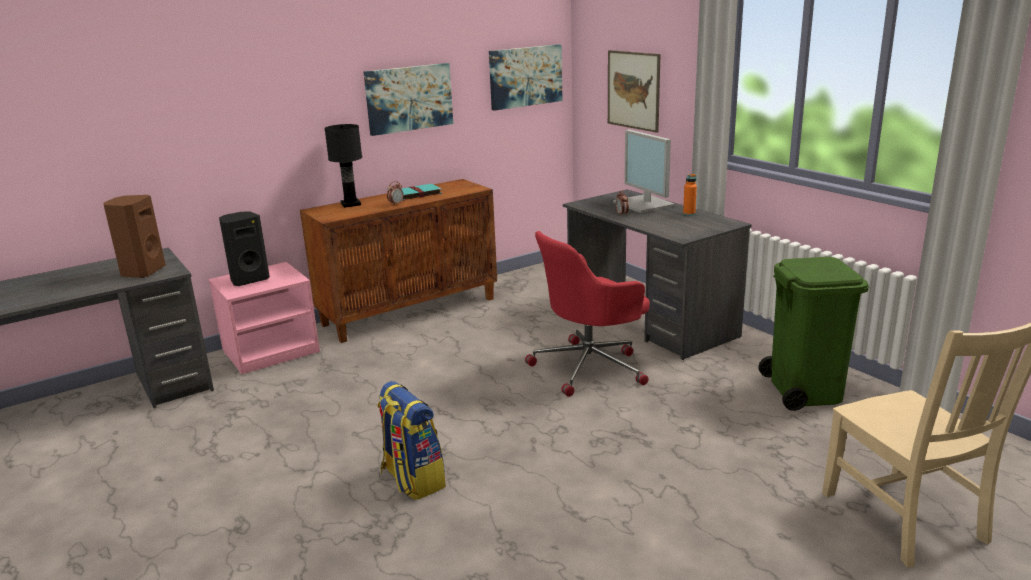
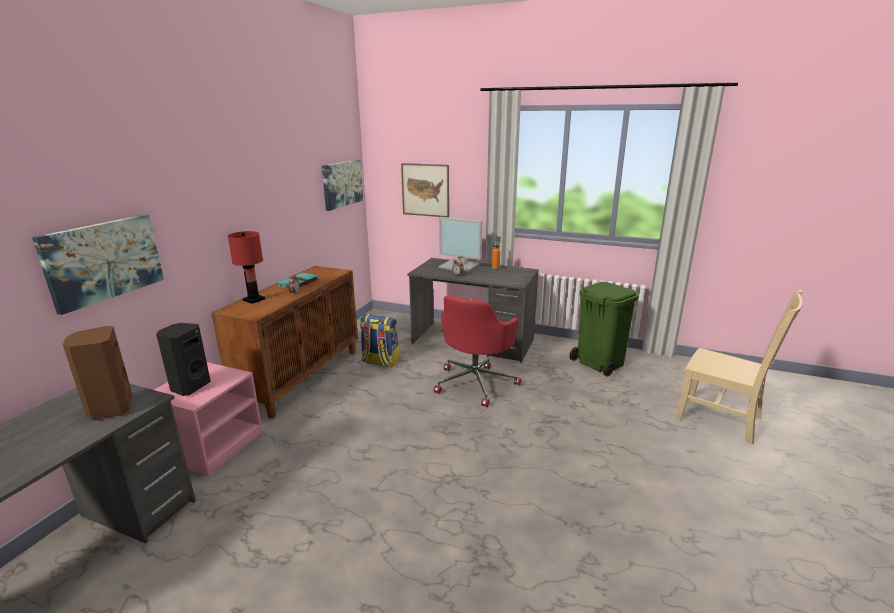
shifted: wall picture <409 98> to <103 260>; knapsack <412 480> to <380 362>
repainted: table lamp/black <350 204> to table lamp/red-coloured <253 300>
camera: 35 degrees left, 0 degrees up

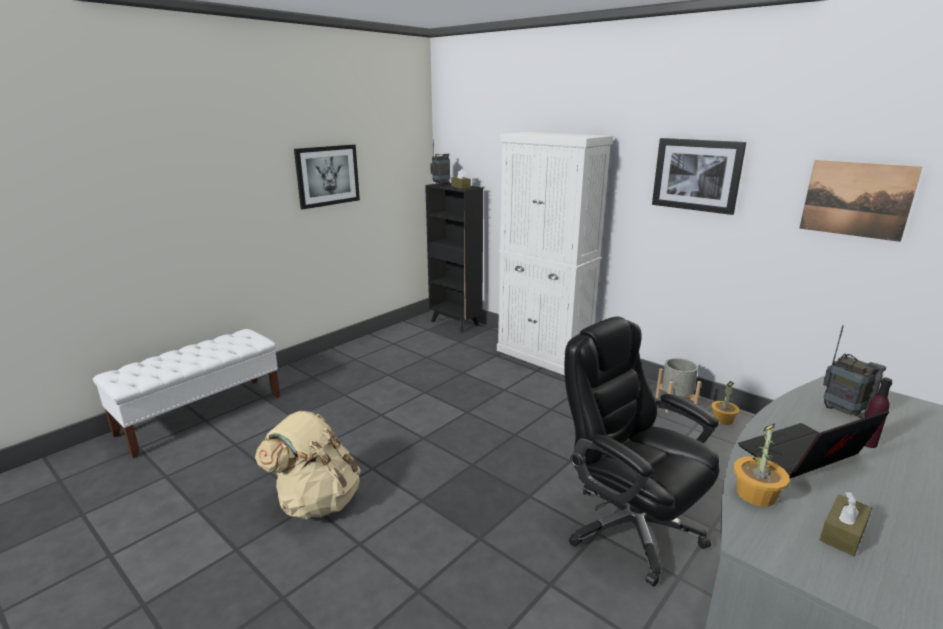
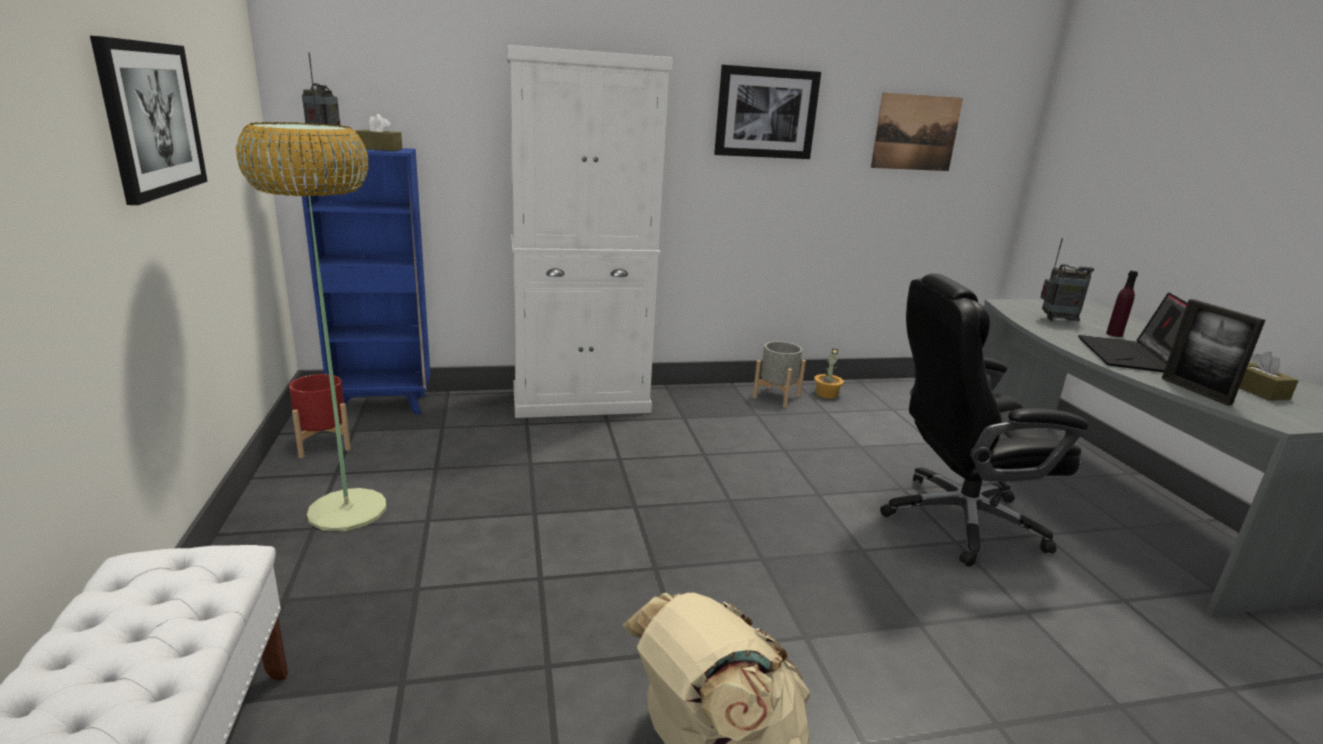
new: standing lamp <347 510>; planter/red-coloured <323 444>
swapped: plant in a pot <756 494> to standing frame <1195 391>
repainted: bookshelf/black <455 323> to bookshelf/bluish <383 406>
camera: 55 degrees left, 0 degrees up

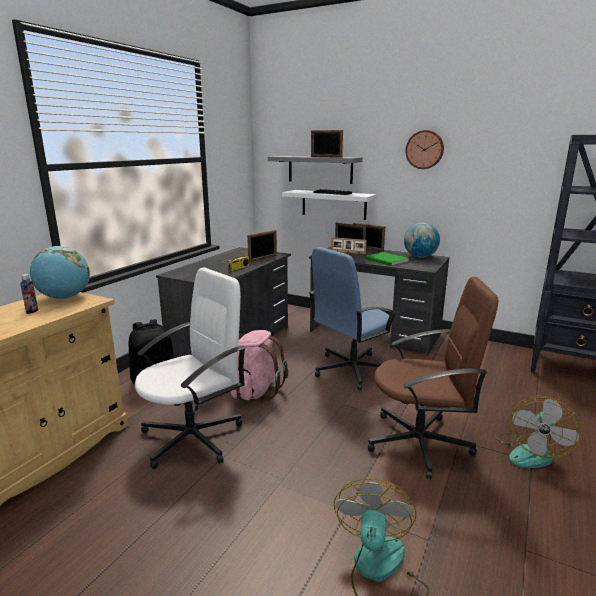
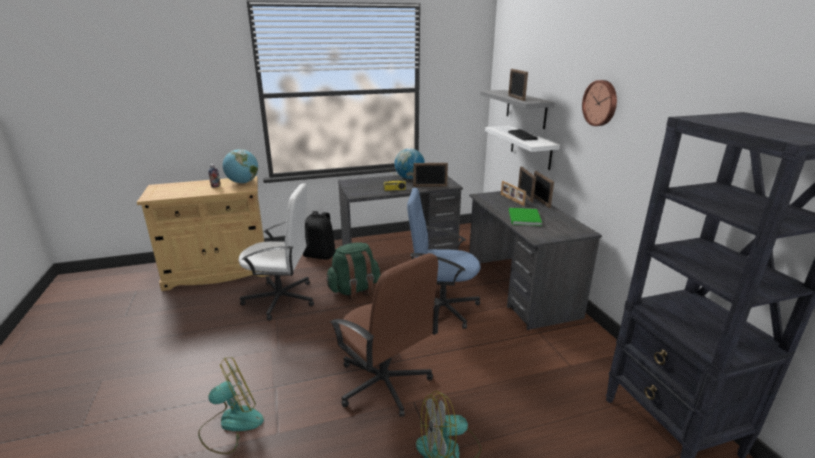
shifted: globe <420 257> to <409 178>
repainted: knapsack/pinkish <255 391> to knapsack/greenish <354 290>
camera: 45 degrees right, 5 degrees up

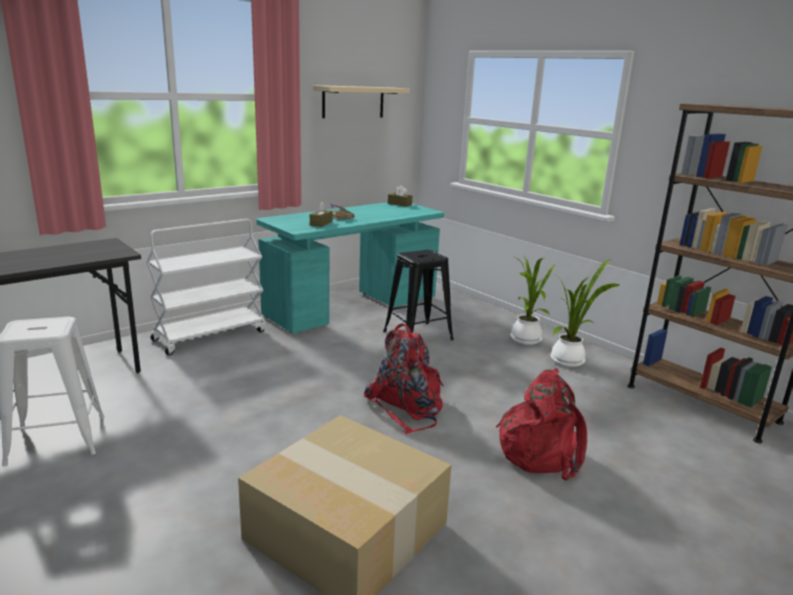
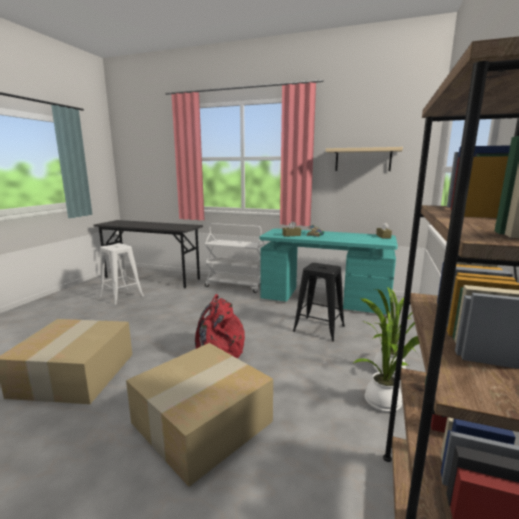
swapped: knapsack/red-coloured <541 451> to packing box <201 424>
camera: 60 degrees right, 5 degrees down

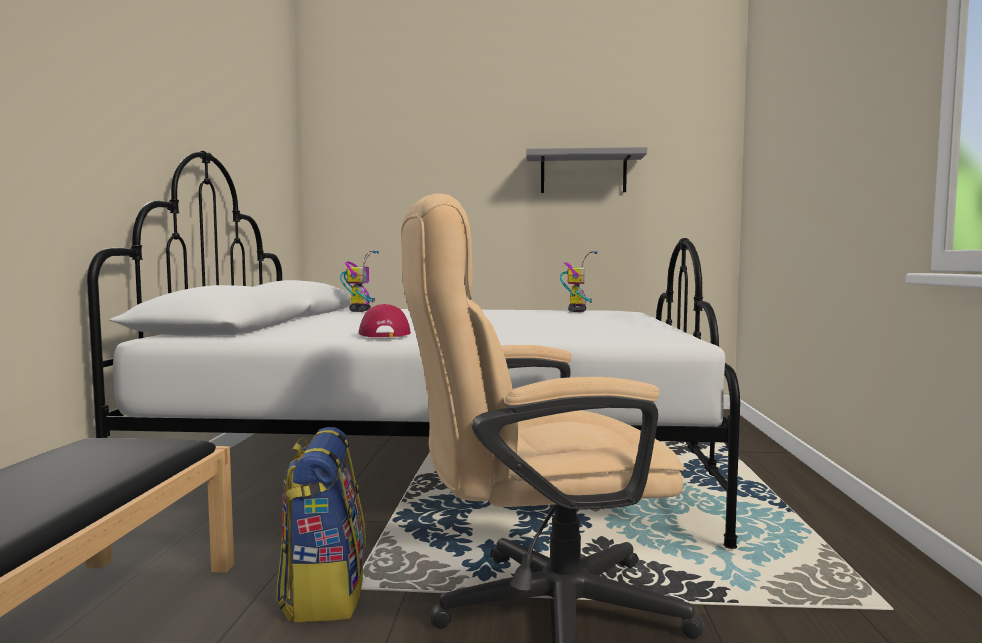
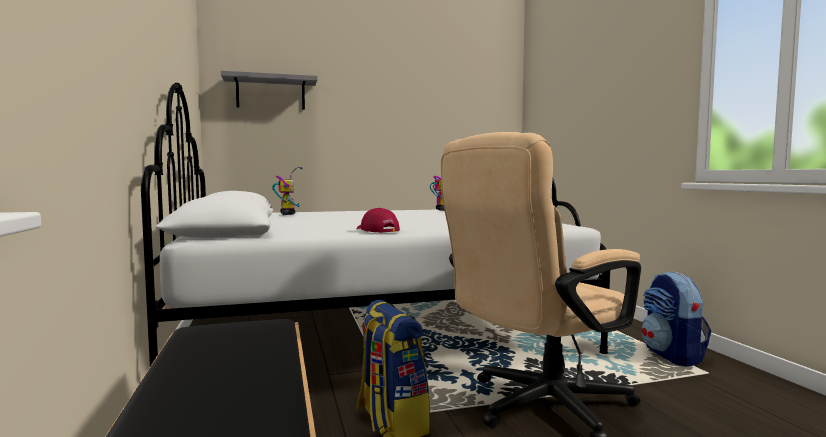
new: knapsack <672 356>
shifted: shelf/gray <583 173> to <270 93>
camera: 20 degrees left, 0 degrees up

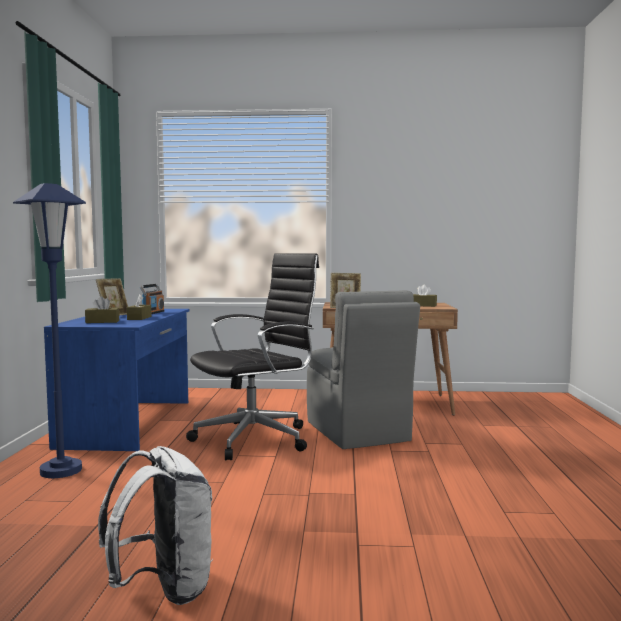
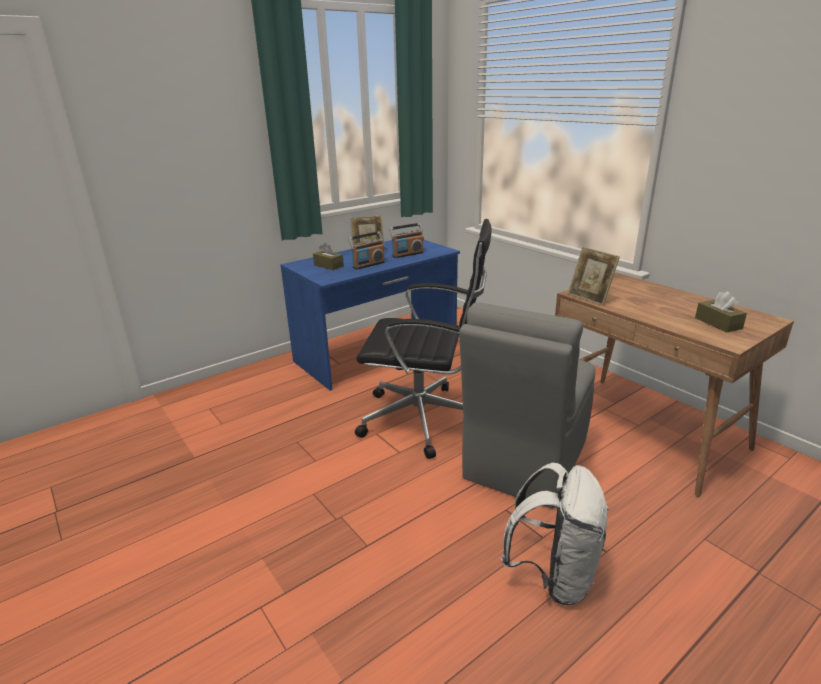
gone: standing lamp/bluish <61 470>
shifted: knapsack/white-coloured <163 589> to <553 575>
swapped: tissue holder/brown-coloured <139 318> to radio <368 265>
camera: 50 degrees right, 20 degrees up

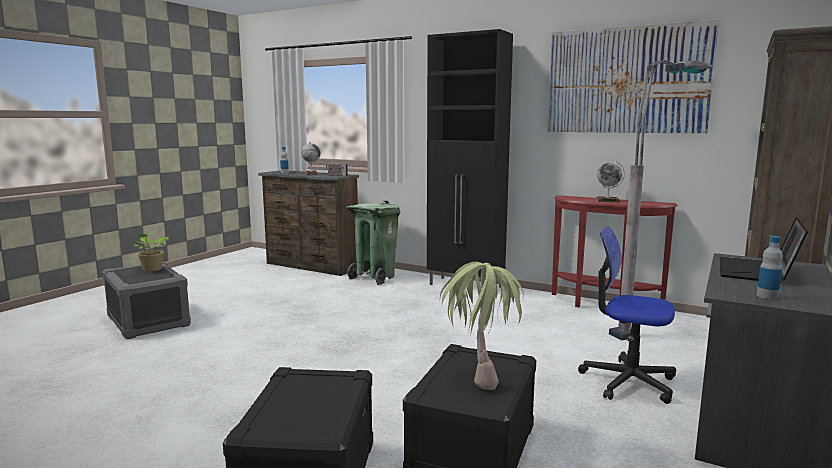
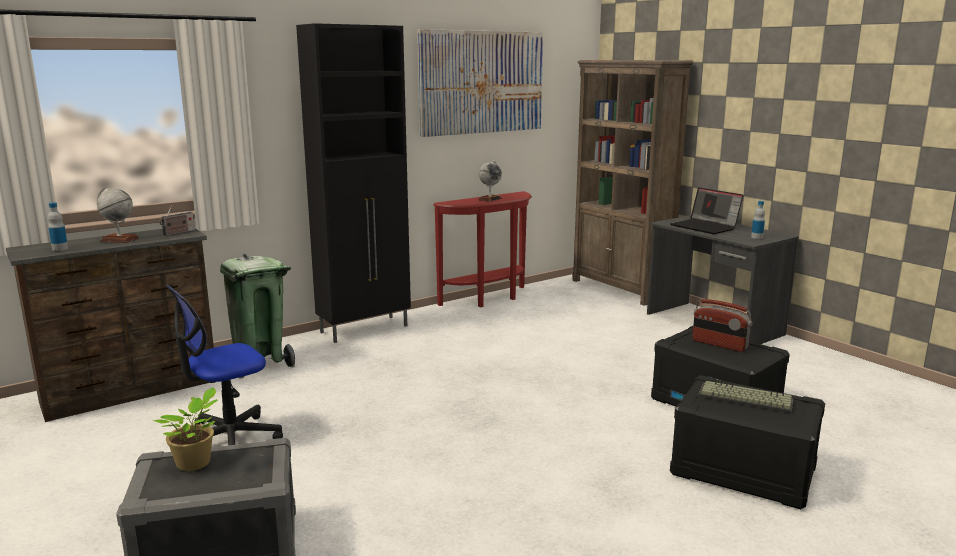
gone: standing lamp/gray <653 329>
new: computer keyboard <744 399>
shifted: computer chair <628 381> to <229 439>
swapped: plant in a pot <481 375> to radio <719 344>
camera: 65 degrees left, 5 degrees up

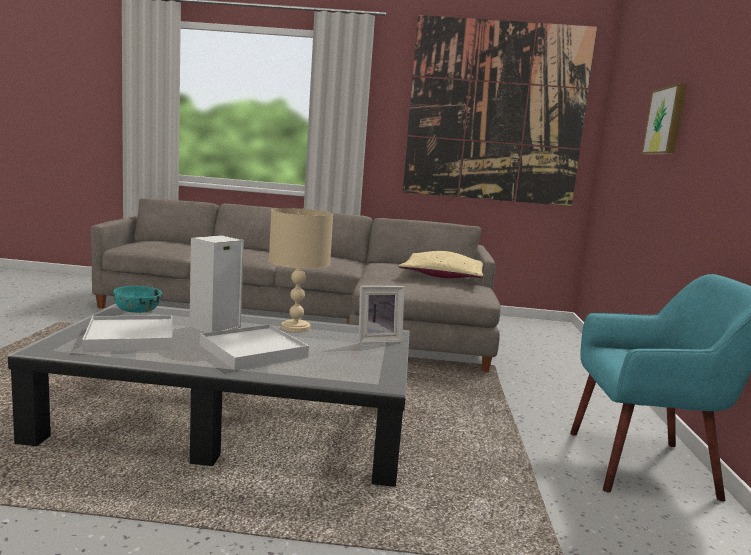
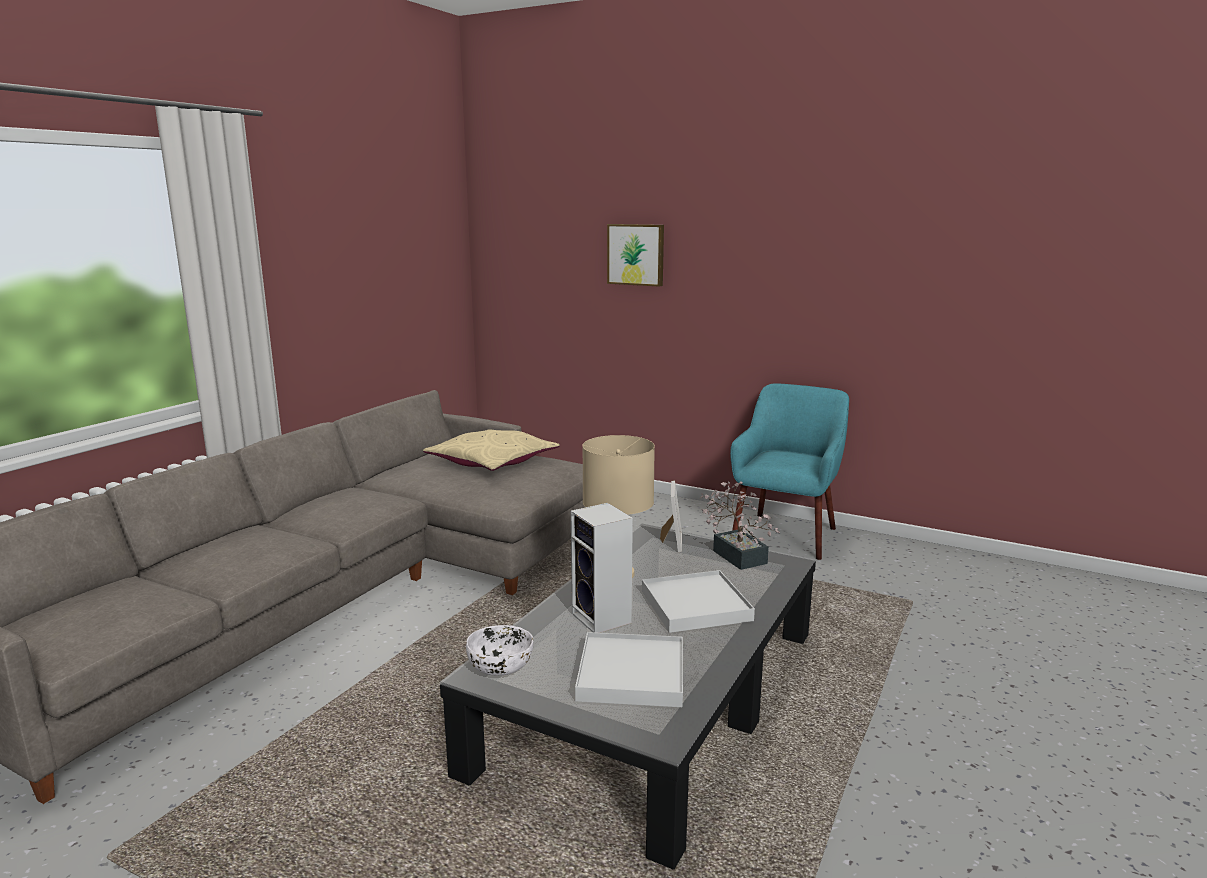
gone: wall picture <496 112>
new: plant in a pot <736 554>
repainted: deep dish/turquoise <138 310> to deep dish/white-coloured <501 666>
camera: 65 degrees left, 5 degrees up

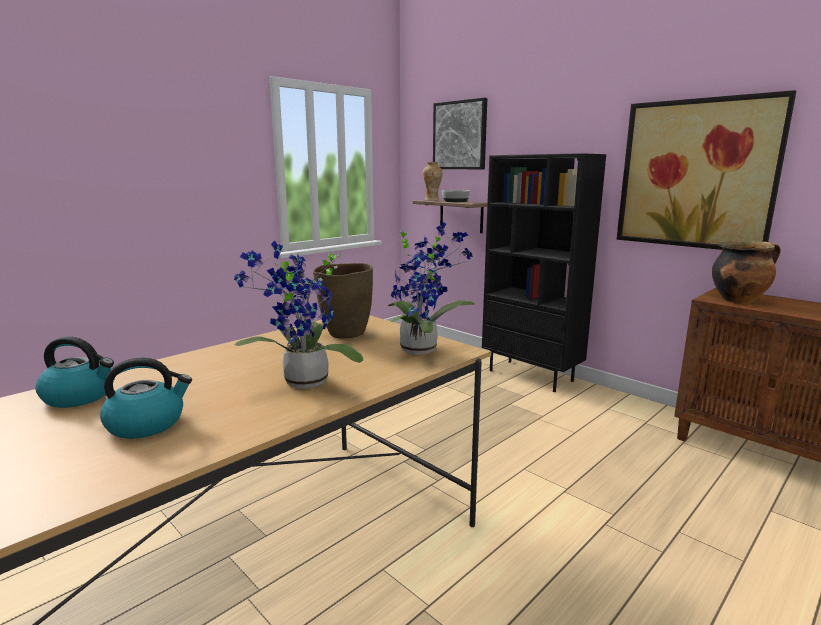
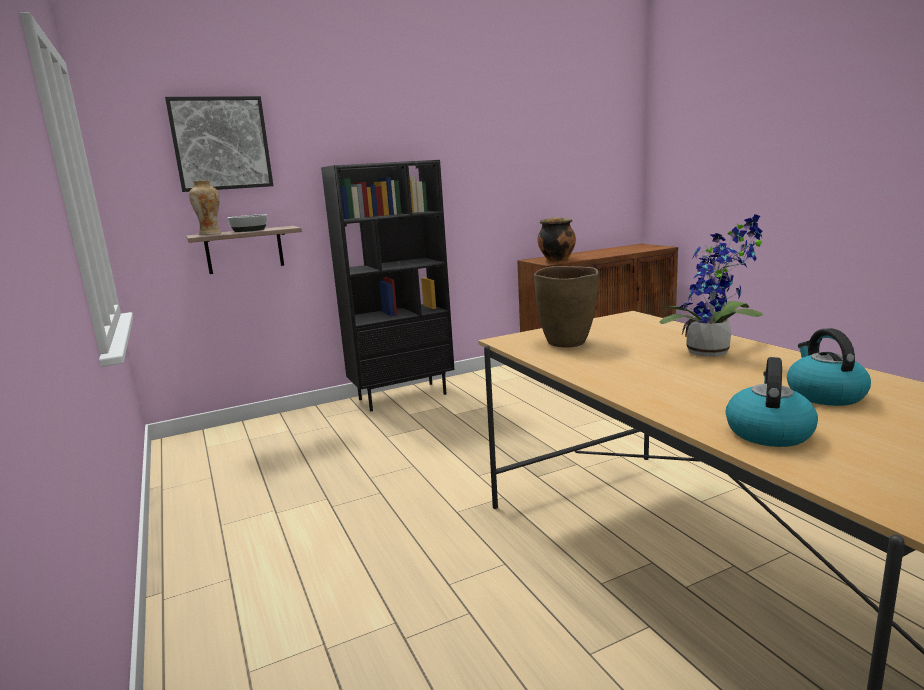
gone: plant in a pot <422 348>; wall picture <696 174>
camera: 70 degrees left, 0 degrees up

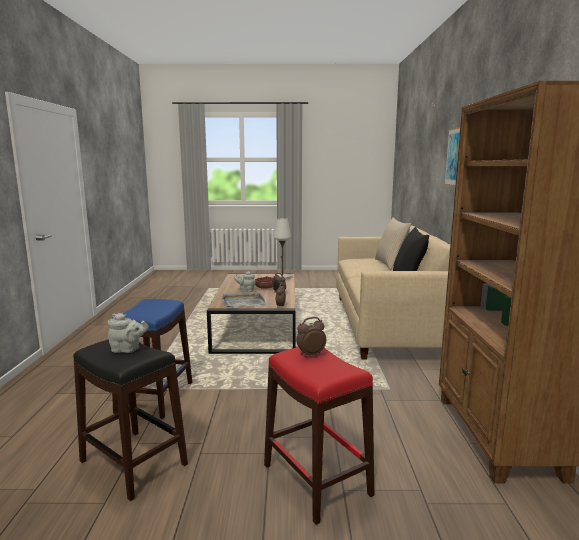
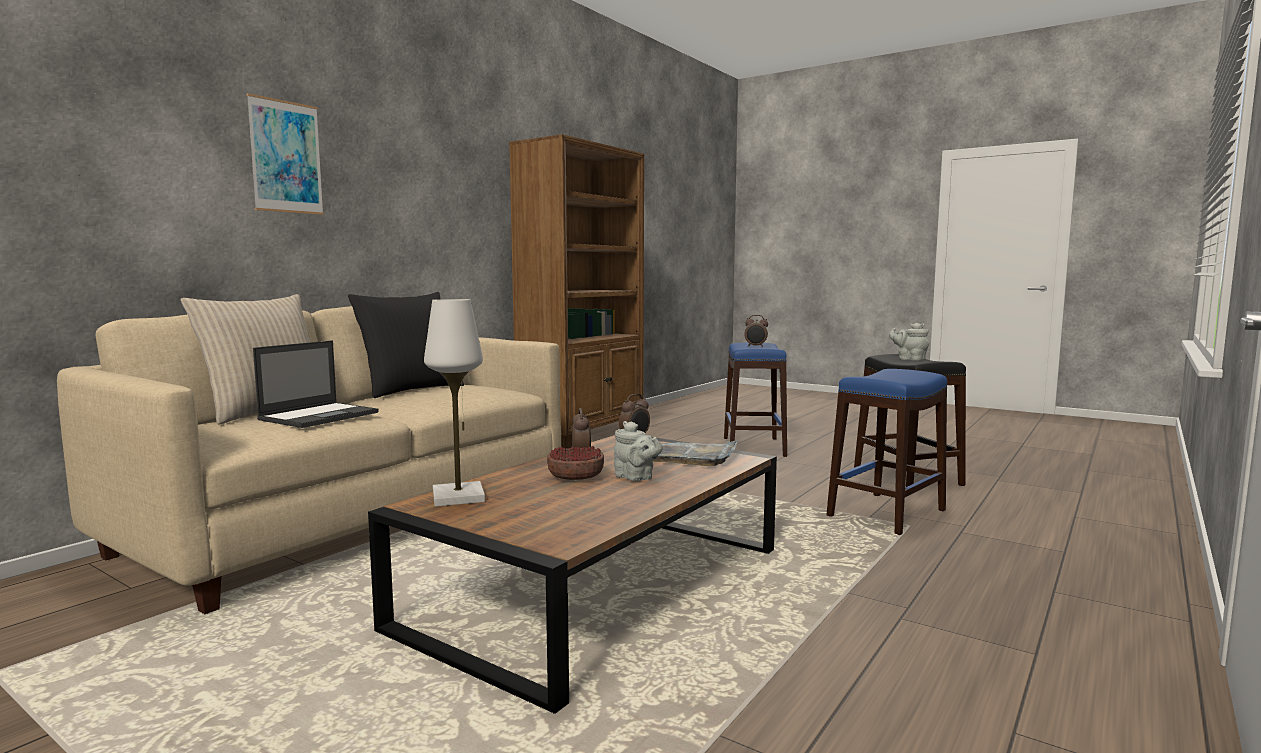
new: portable computer <320 416>
repainted: stool seat/red-coloured <316 480> to stool seat/bluish <754 446>
camera: 145 degrees left, 5 degrees down

